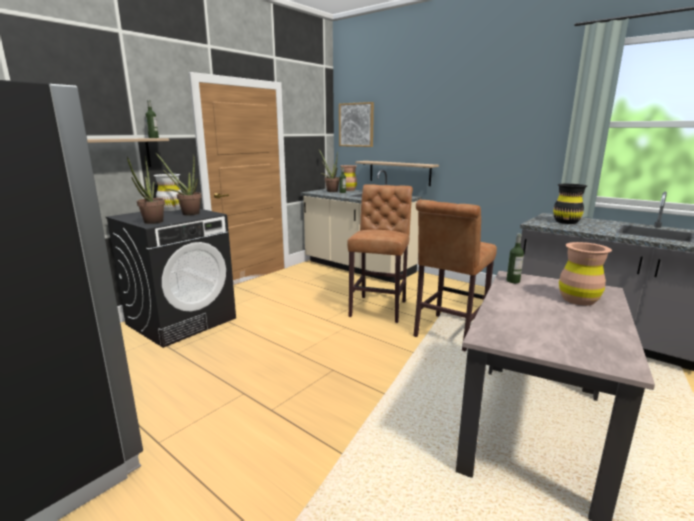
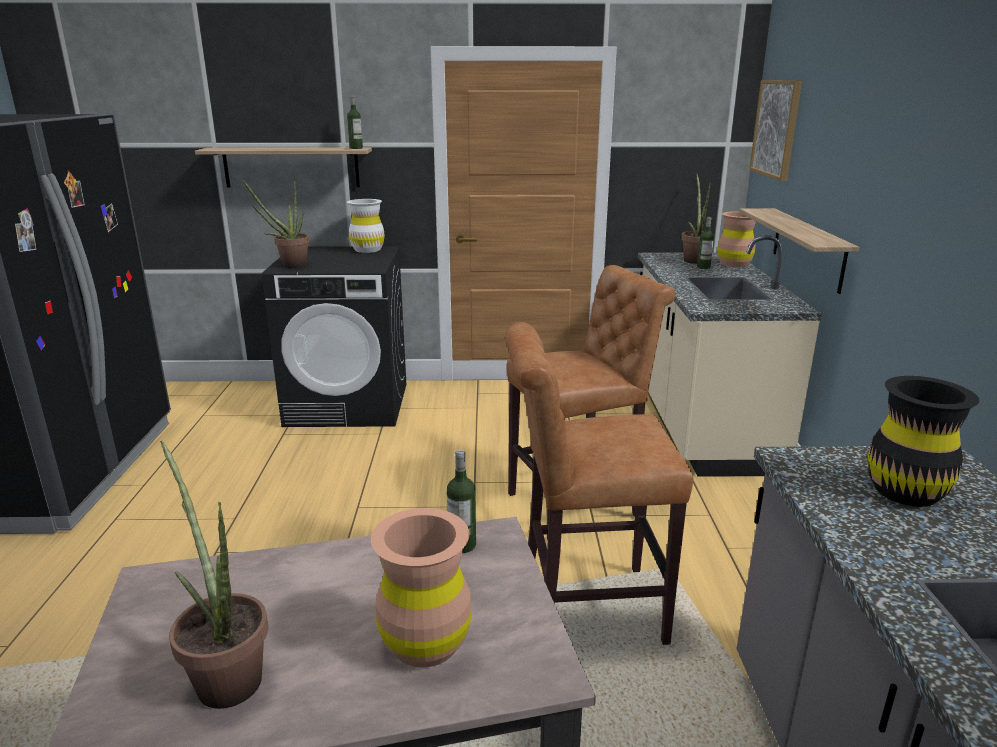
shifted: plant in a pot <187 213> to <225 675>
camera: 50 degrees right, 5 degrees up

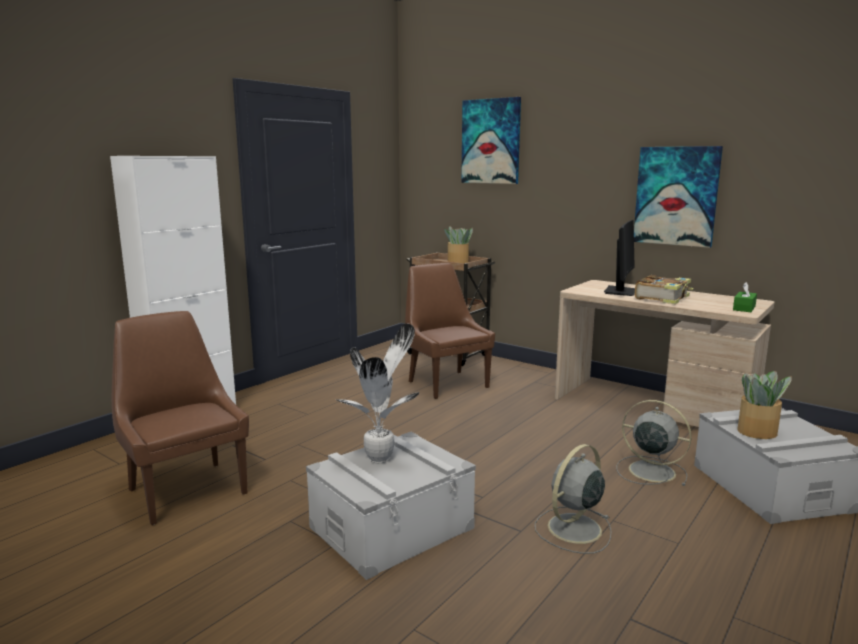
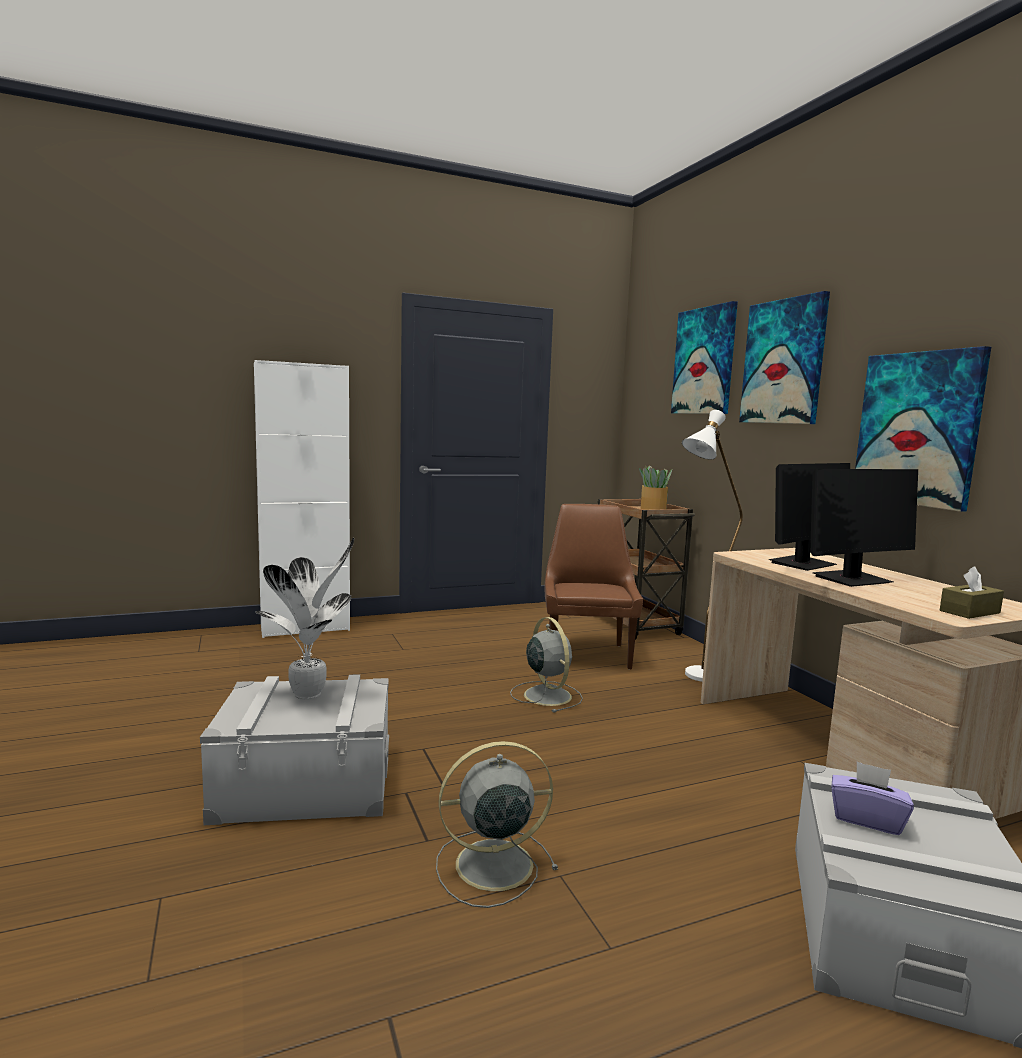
gone: chair/brown-coloured <186 490>
new: standing lamp/white-coloured <695 678>; wall picture <783 362>
shifted: electric fan/gray <649 471> to <546 695>
swapped: book <663 298> to monitor <852 579>; plant in a pot <758 432> to tissue holder/purplish <866 819>
repainted: tissue holder/greenish <744 308> to tissue holder/brown-coloured <969 612>
camera: 30 degrees right, 5 degrees down

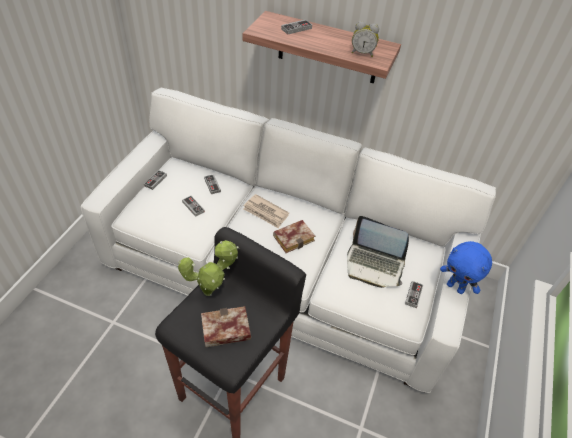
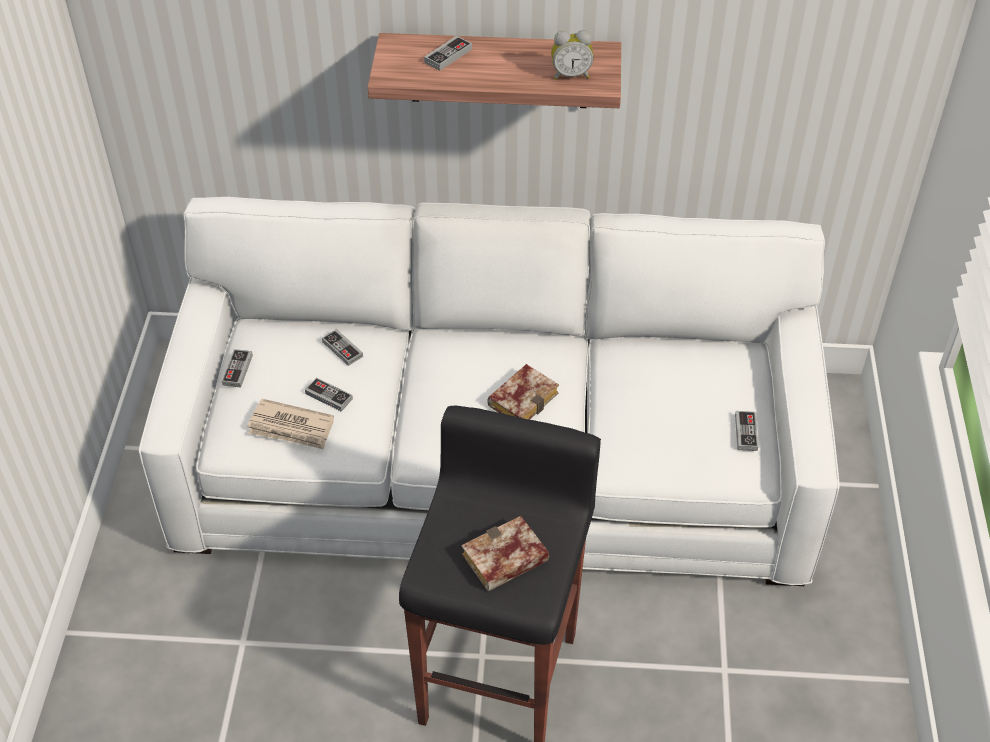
gone: plant in a pot <211 291>; portable computer <374 265>; plush toy/bluish <455 287>
shifted: printed paper <265 213> to <291 427>
camera: 15 degrees left, 0 degrees up

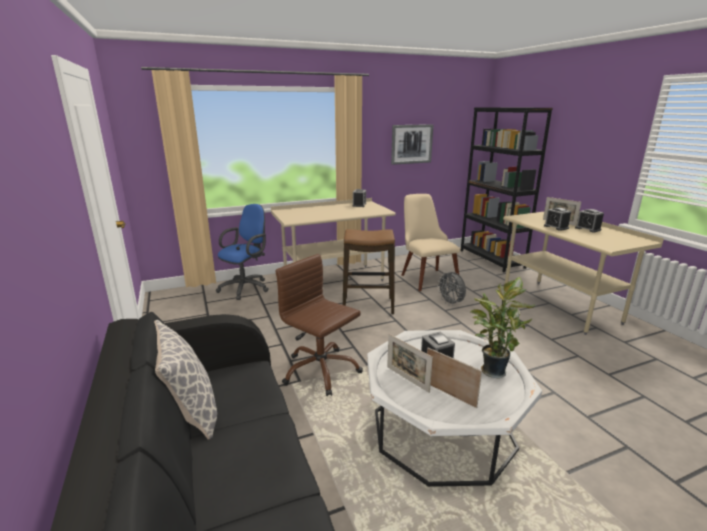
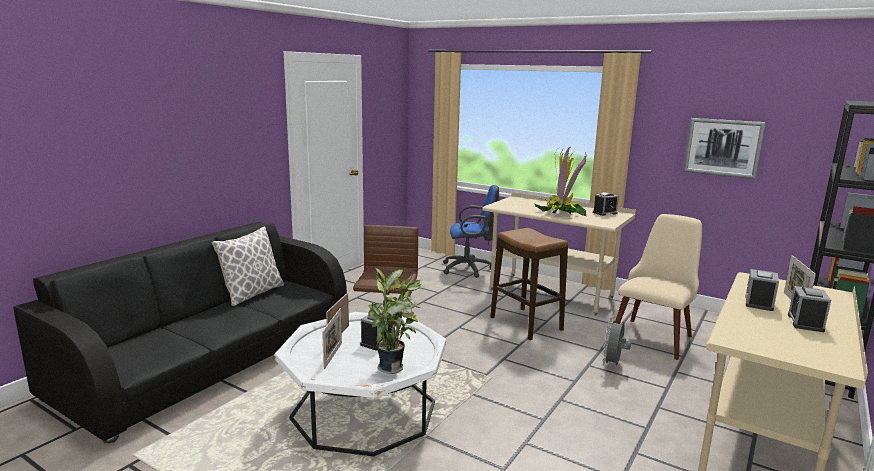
new: plant in a pot <561 213>
camera: 55 degrees right, 5 degrees down

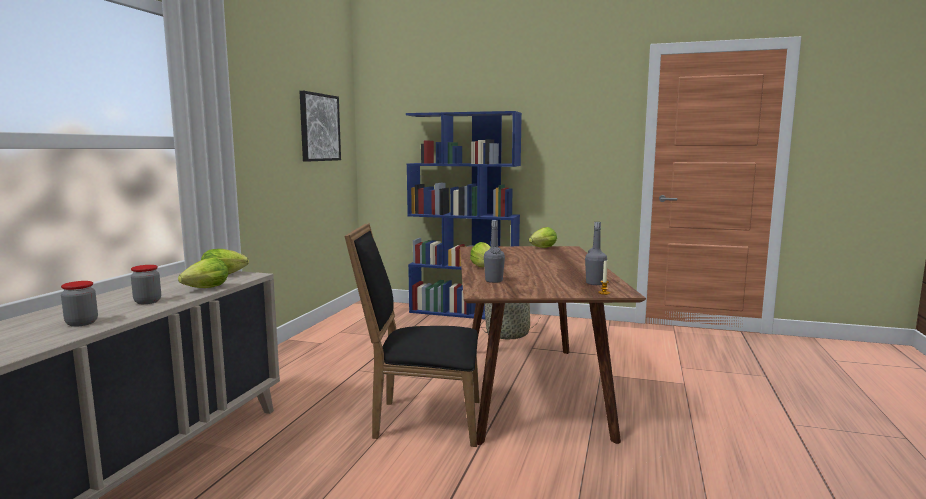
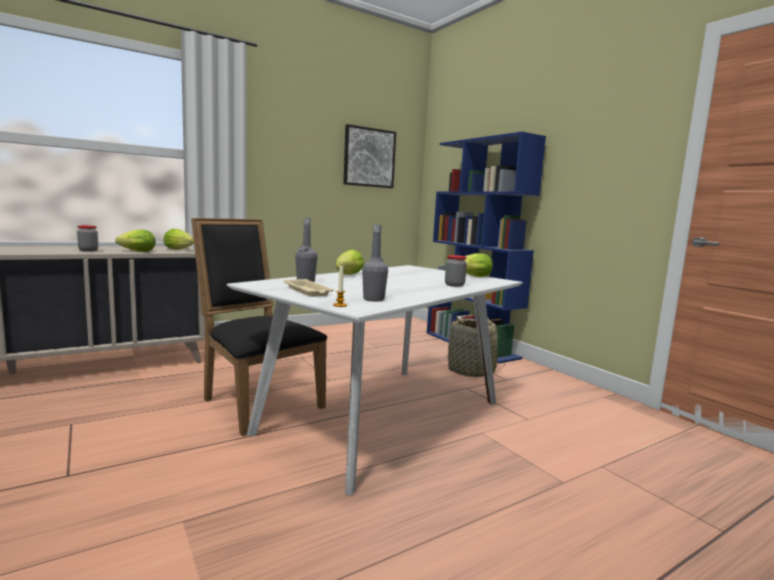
new: tray/beige <308 291>
shifted: storage jar <82 323> to <454 285>
repainted: kitchen table/brown-coloured <529 389> to kitchen table/white-coloured <383 416>
camera: 40 degrees right, 0 degrees up

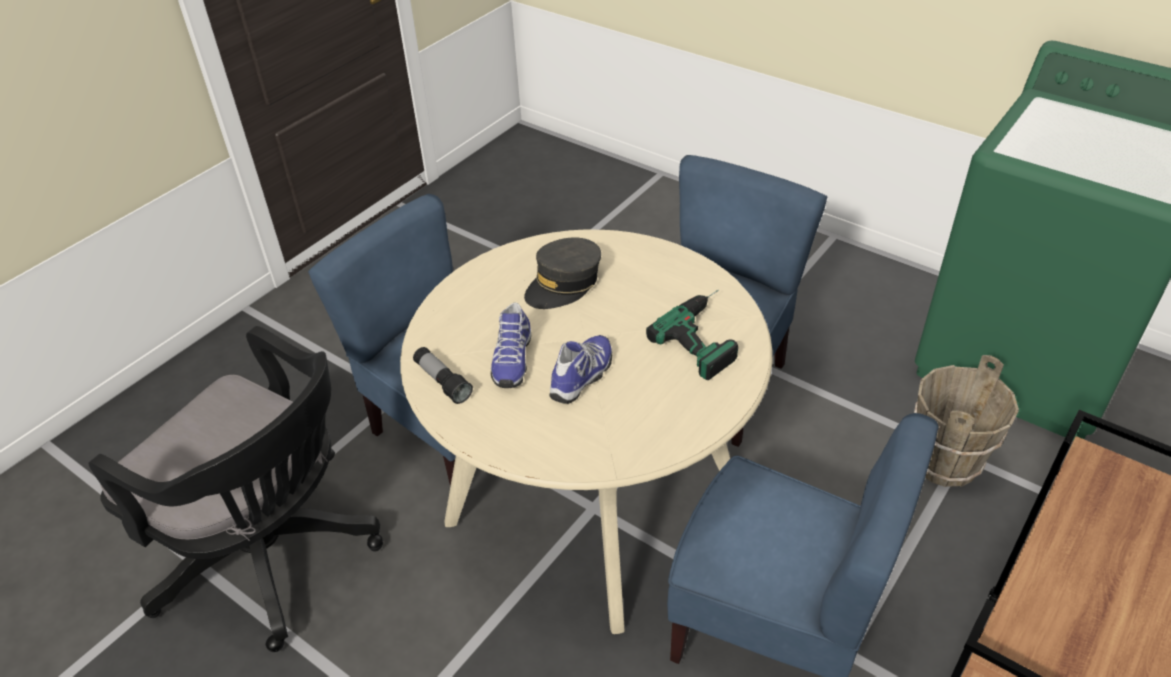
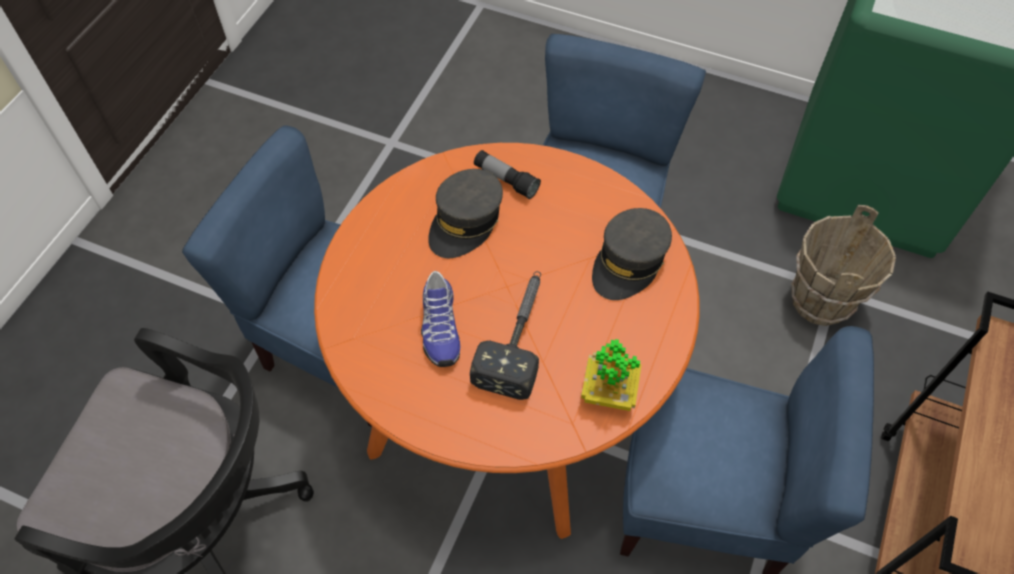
new: plant in a pot <609 391>
shifted: torch <442 382> to <506 180>
swapped: item of footwear <583 377> to hand hammer <519 336>; power drill <708 335> to peaked cap/gray <629 262>
repainted: kitchen table/beige <592 501> to kitchen table/orangey <507 403>
camera: 15 degrees left, 15 degrees up

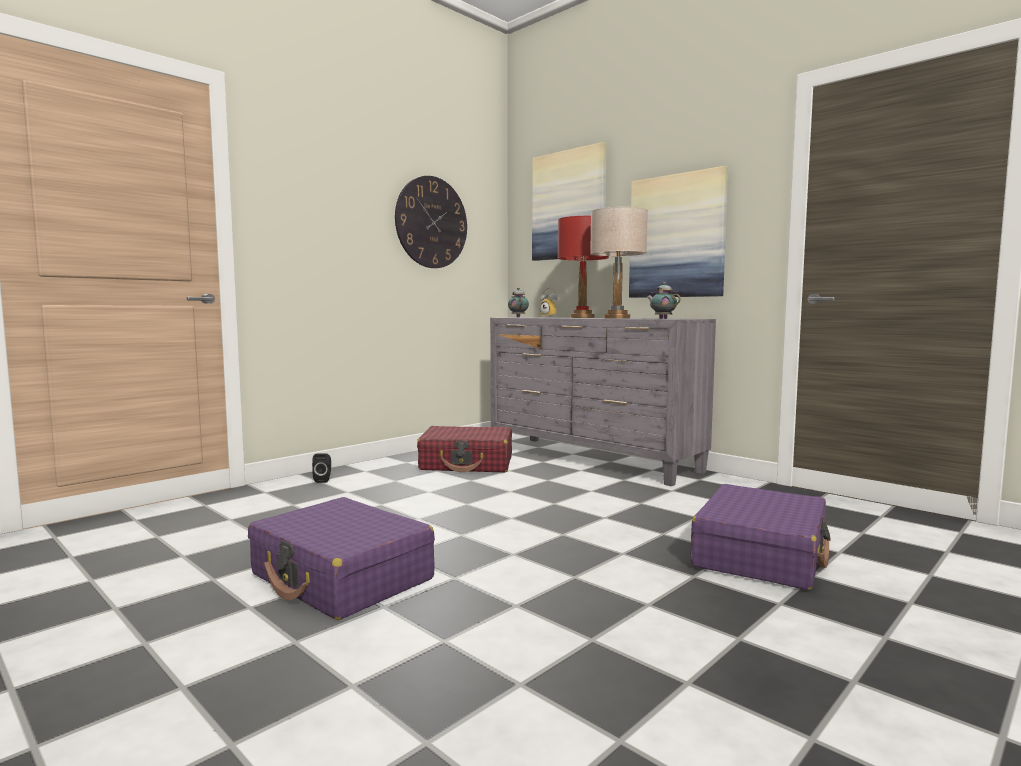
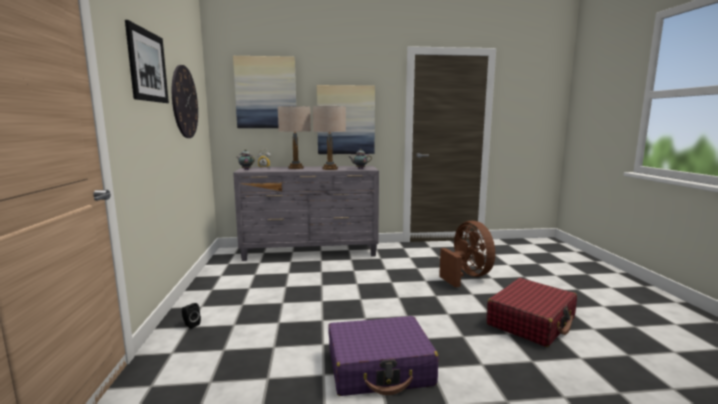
new: wall picture <147 66>
shifted: suitcase/red-coloured <467 463> to <531 322>
swapped: suitcase/purplish <761 555> to electric fan/brown-coloured <466 276>
repainted: table lamp/red-coloured <582 317> to table lamp/beige <296 168>
camera: 50 degrees left, 5 degrees up

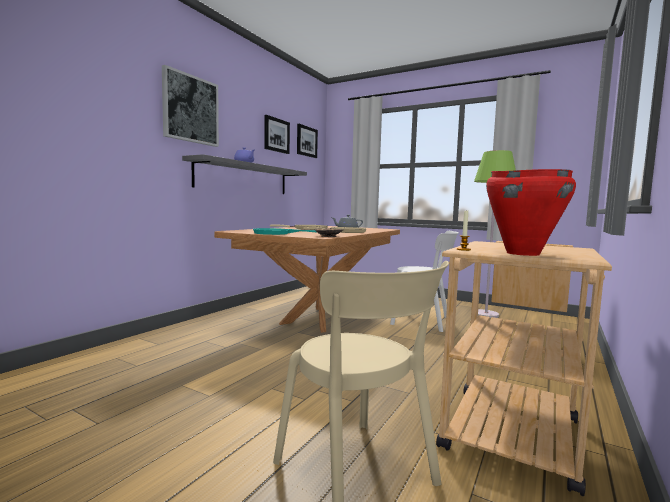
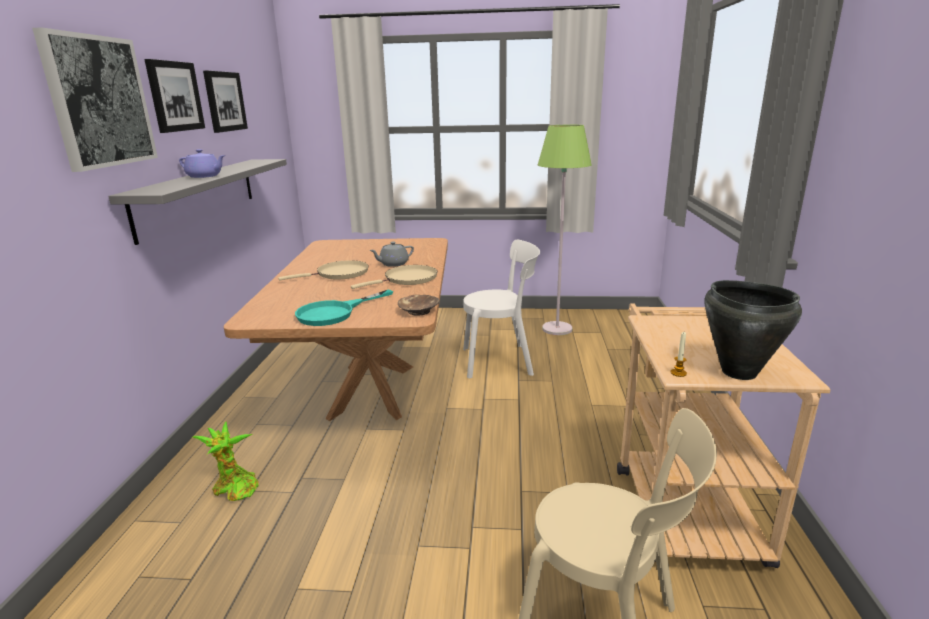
new: plant in a pot <234 489>
shifted: wall picture <306 141> to <174 96>
repainted: saucepot/red-coloured <522 253> to saucepot/black <738 372>
camera: 25 degrees left, 15 degrees up

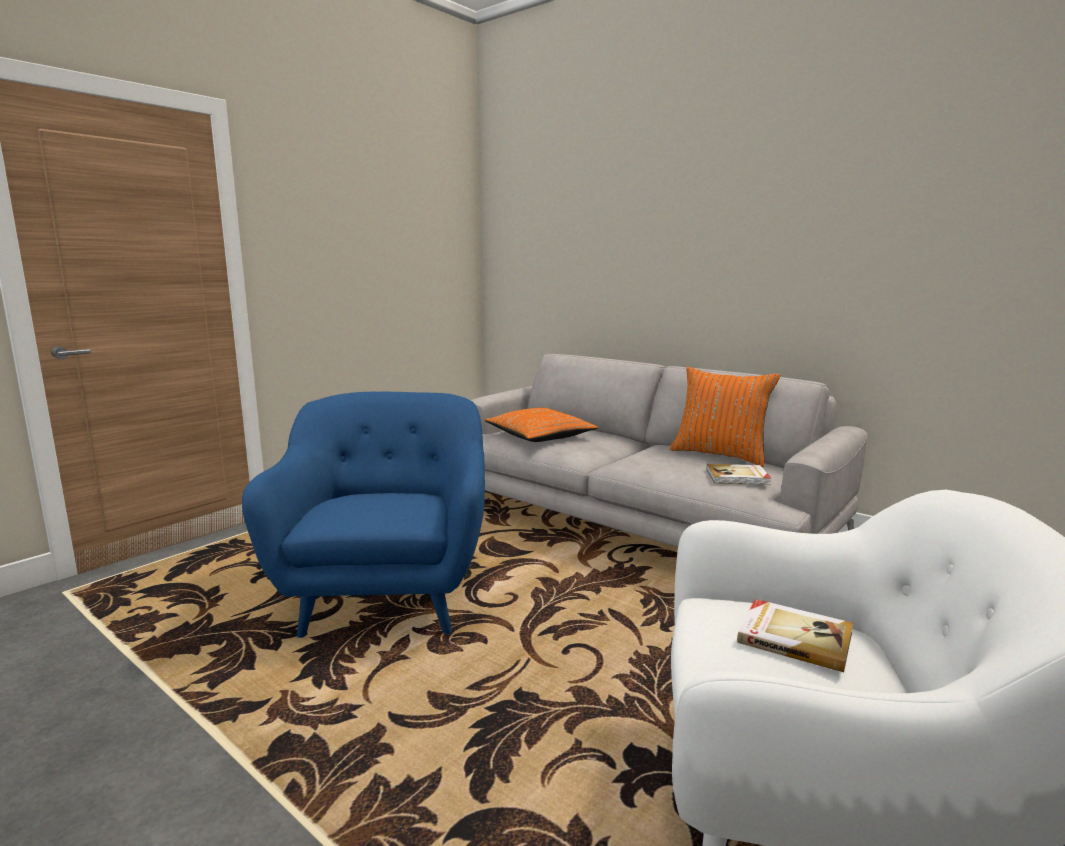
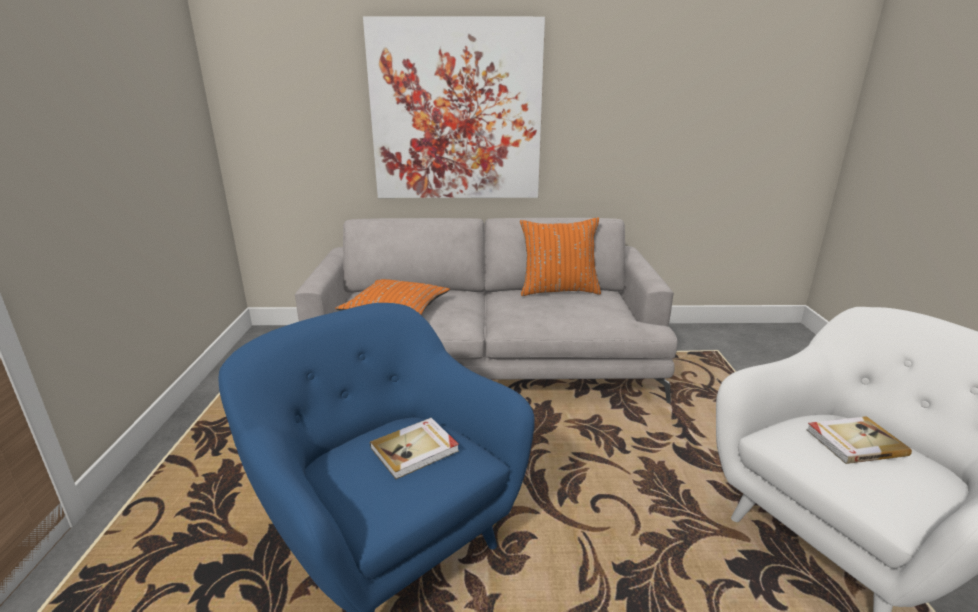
new: wall picture <456 112>
shifted: book <738 477> to <415 450>
camera: 40 degrees left, 10 degrees up

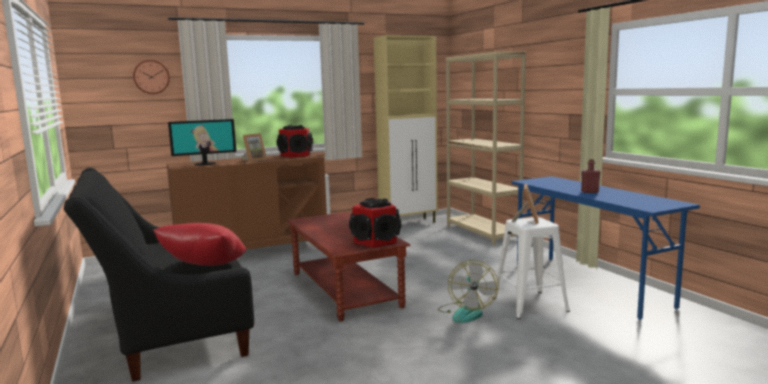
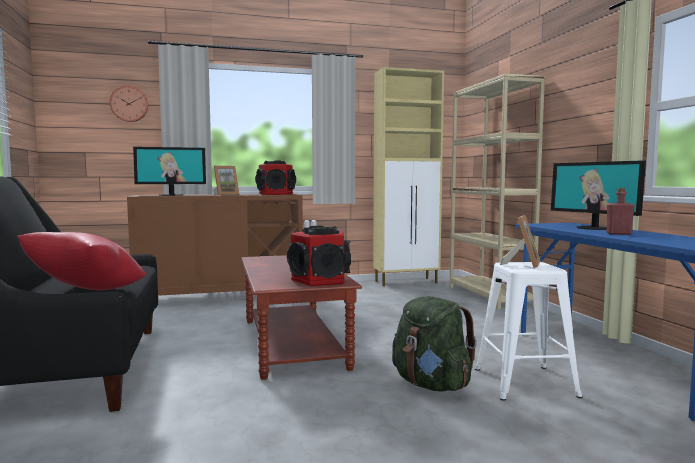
new: monitor <593 228>
swapped: electric fan <466 312> to knapsack/greenish <431 384>
camera: 10 degrees right, 5 degrees down

